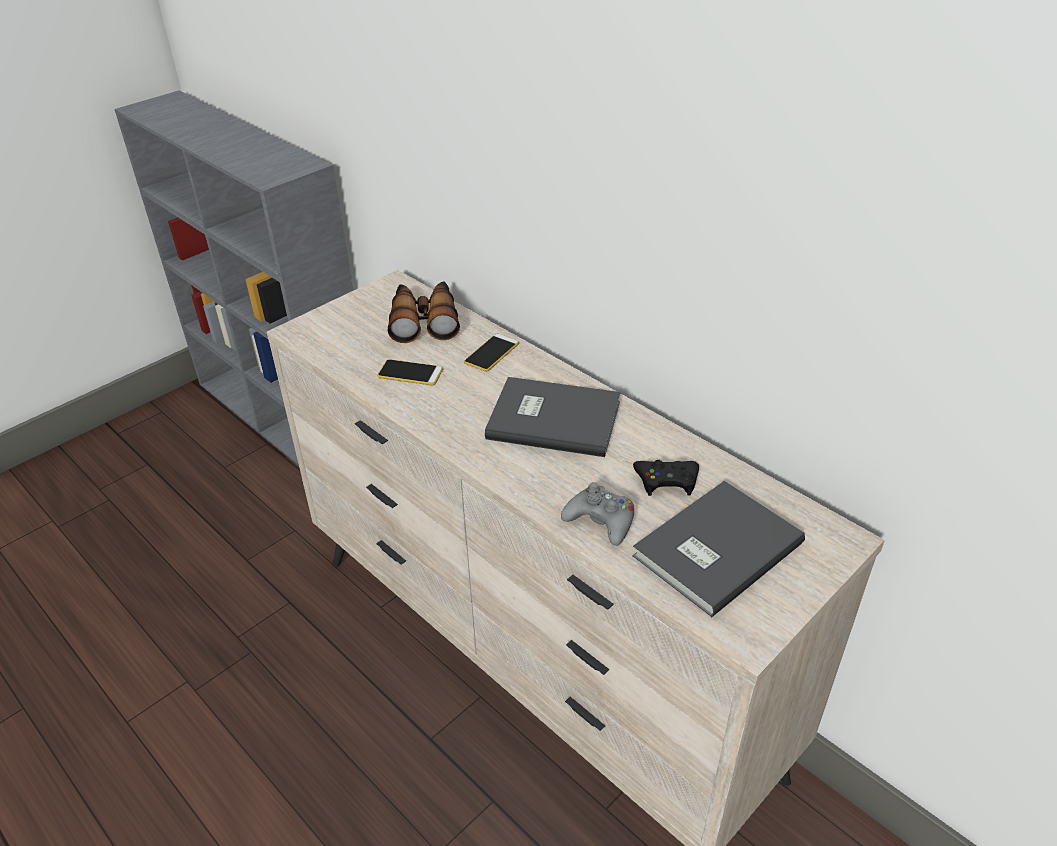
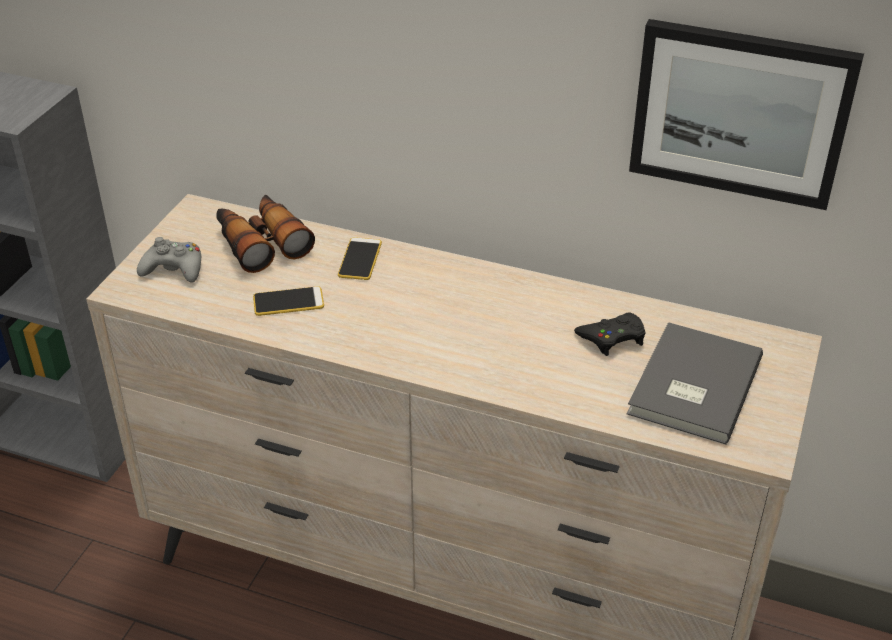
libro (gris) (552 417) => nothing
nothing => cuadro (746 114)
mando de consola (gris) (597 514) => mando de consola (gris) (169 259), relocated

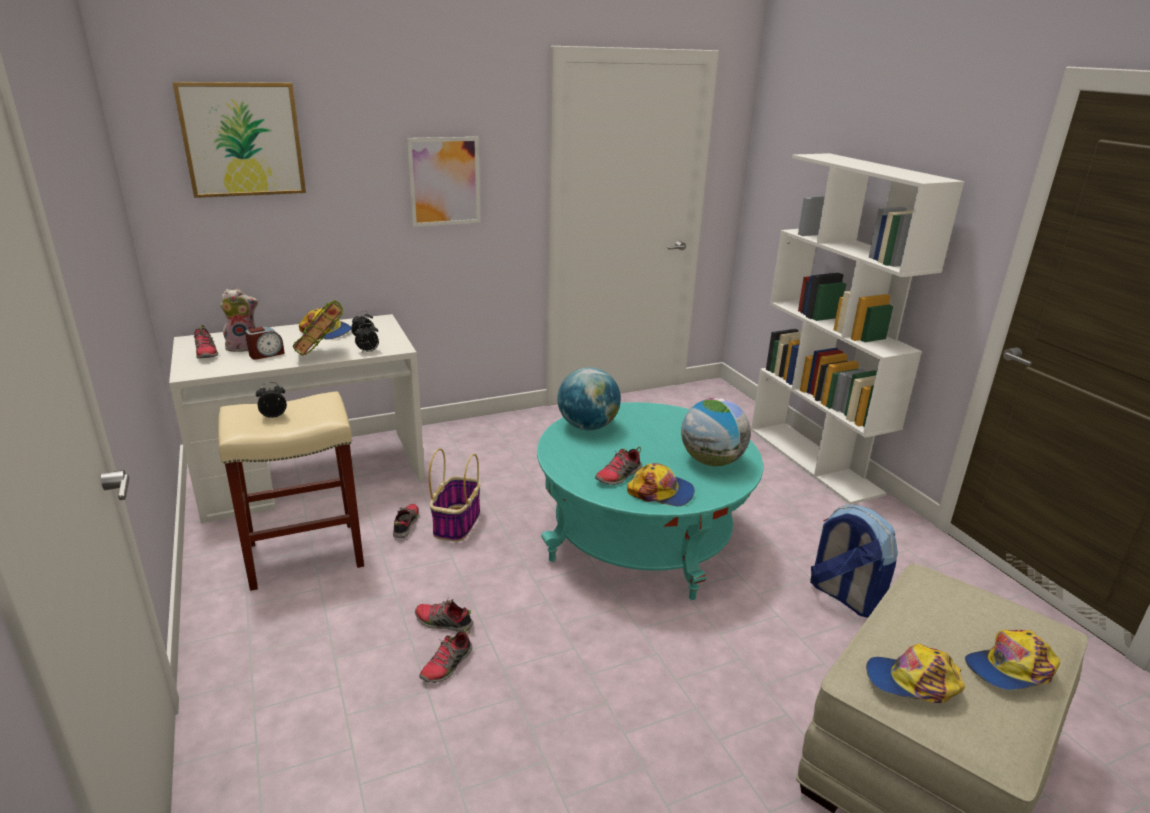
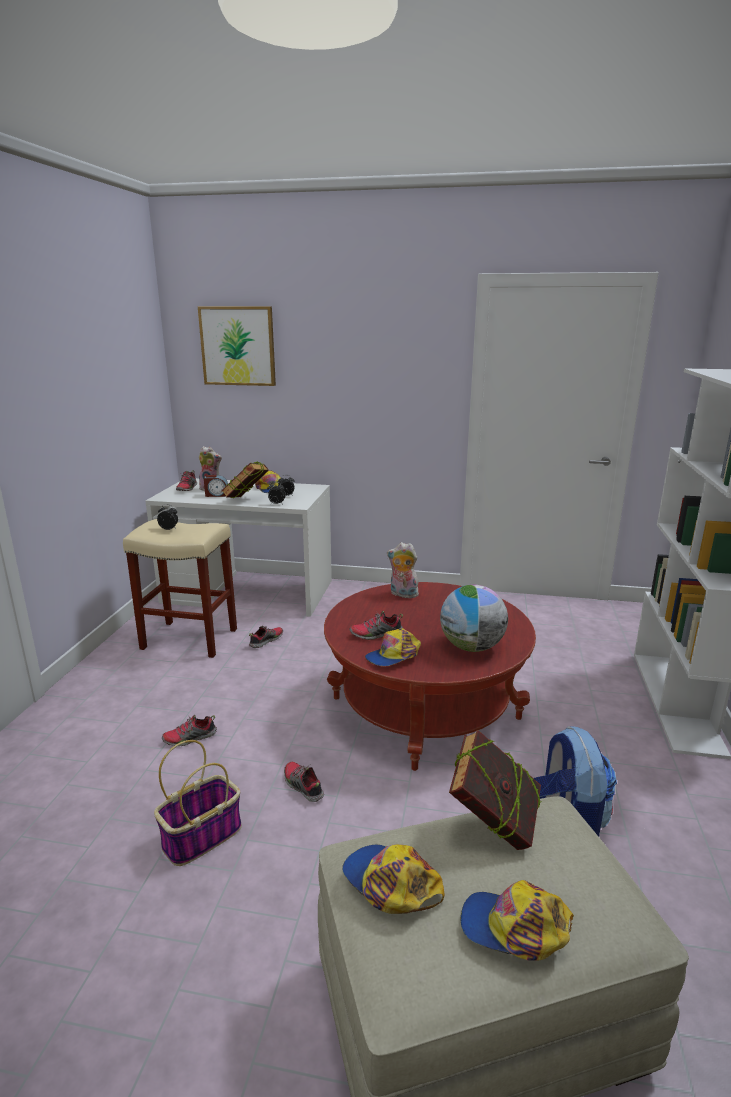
cuadro (444 182) => nothing
nothing => libro (495 789)
zapato (444 614) => zapato (304 782), relocated
cesta (454 495) => cesta (198 803), relocated
globo terráqueo (589 398) => peluche (403 570)
mesa de centro (turquesa) (650 501) => mesa de centro (rojo) (430 676)
gorra (661 485) => gorra (393 647), 90 degrees clockwise

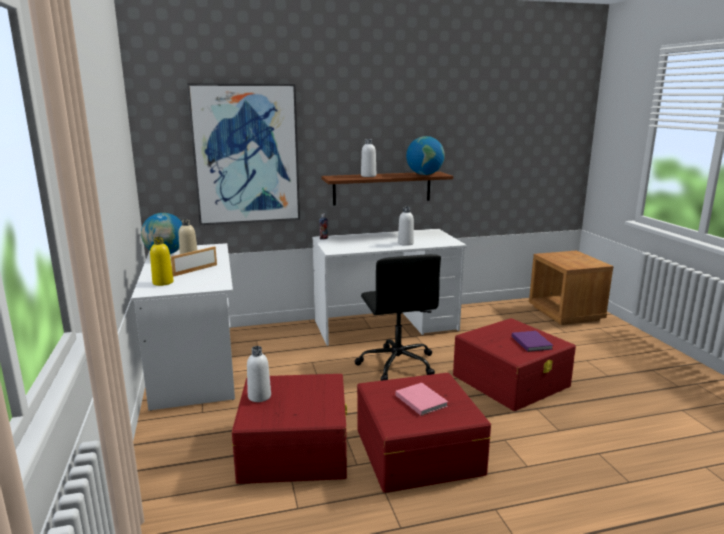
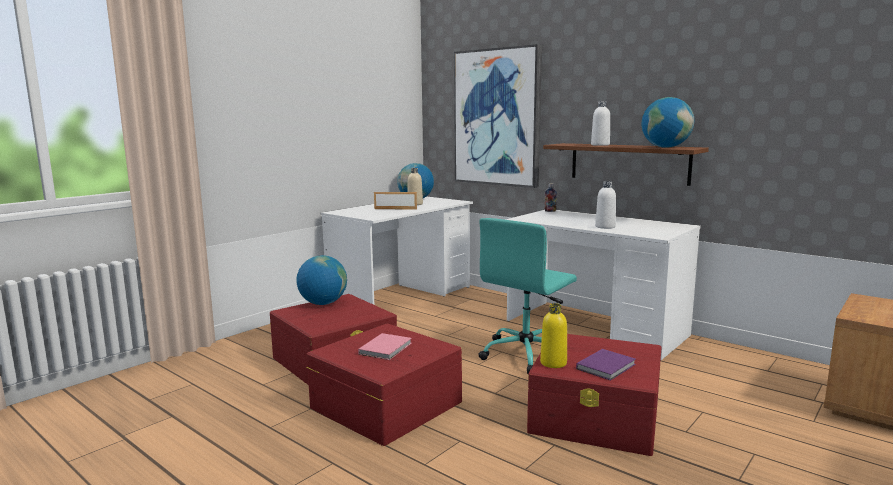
botella (amarillo) (162 261) => botella (amarillo) (553 335), relocated
botella (blanco) (259 374) => globo terráqueo (321 280)
silla de oficina (negro) (398 317) => silla de oficina (turquesa) (527 296)

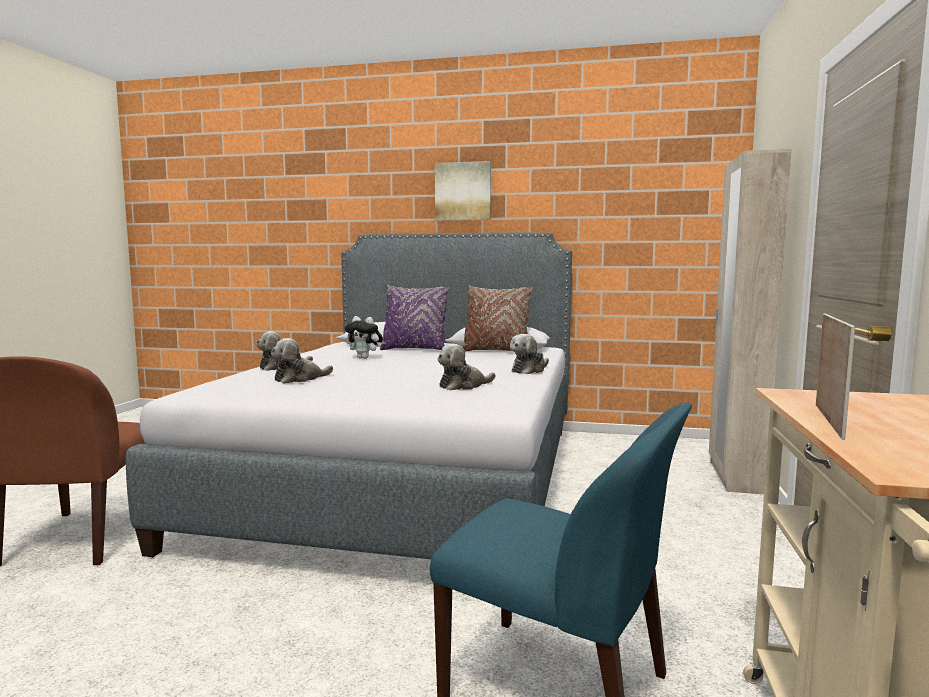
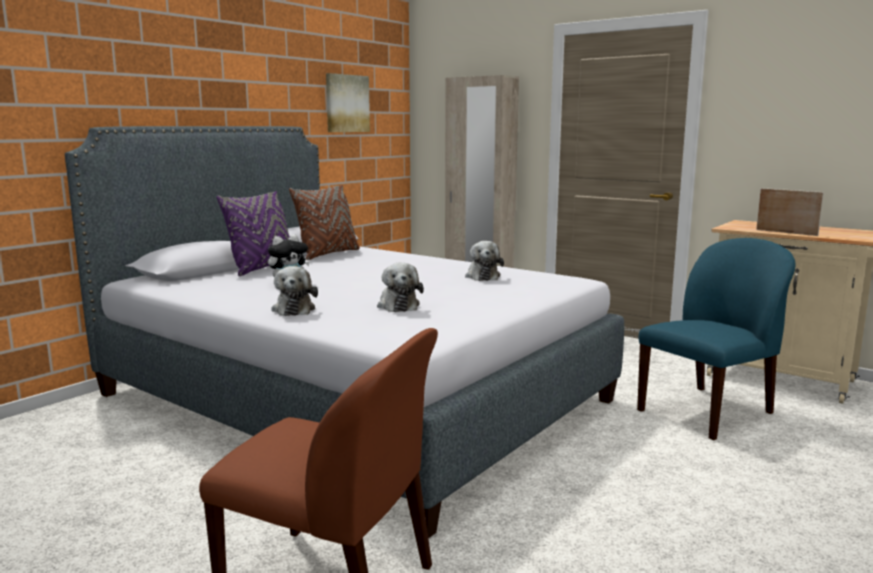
peluche (529 354) => nothing
cuadro (463 191) => cuadro (348 102), relocated

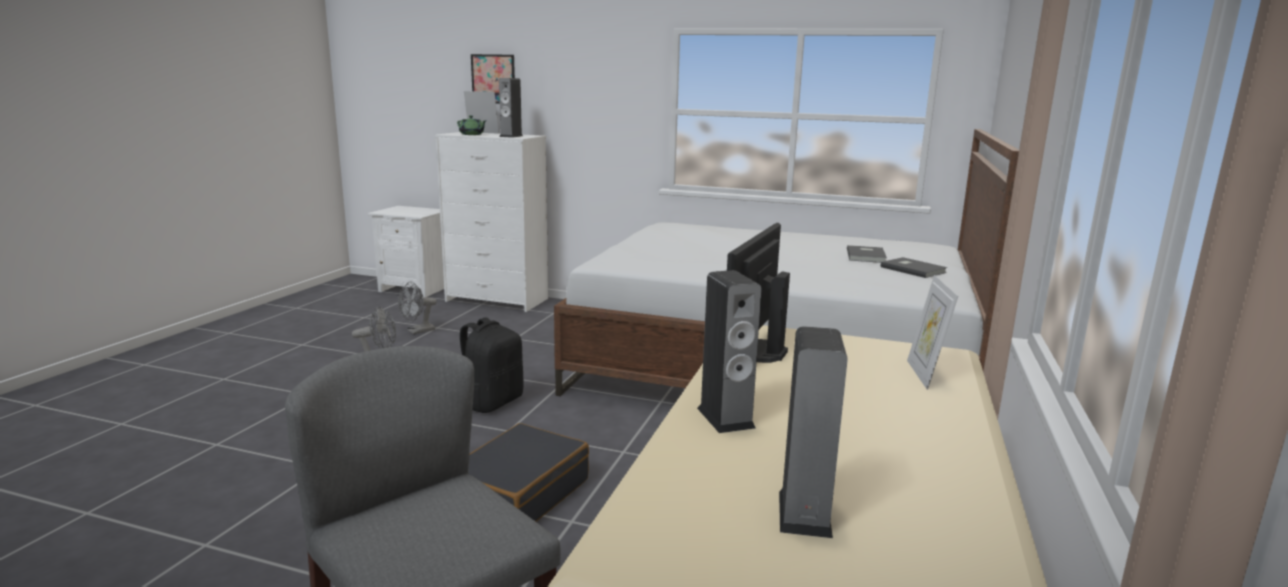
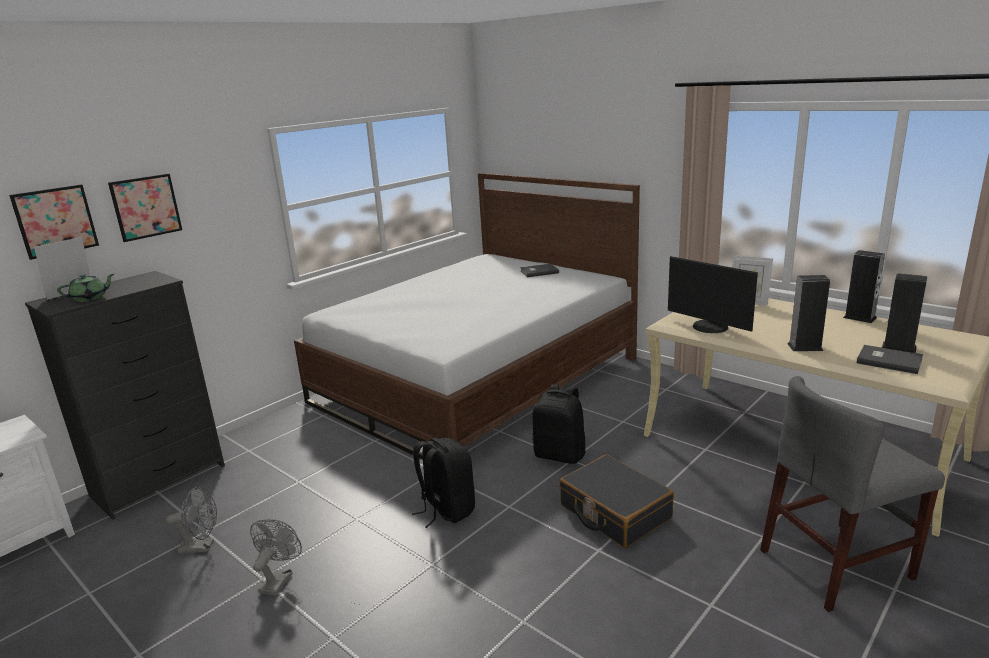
nothing => cuadro (145 208)
nothing => mochila (negro) (559 424)
altavoz (511 108) => altavoz (864 286), relocated
libro (gris) (867 254) => libro (gris) (890 359), relocated
cómoda (blanco) (491 222) => cómoda (negro) (125 395)
ventilador (gris) (417 307) => ventilador (gris) (191 520), 75 degrees counterclockwise

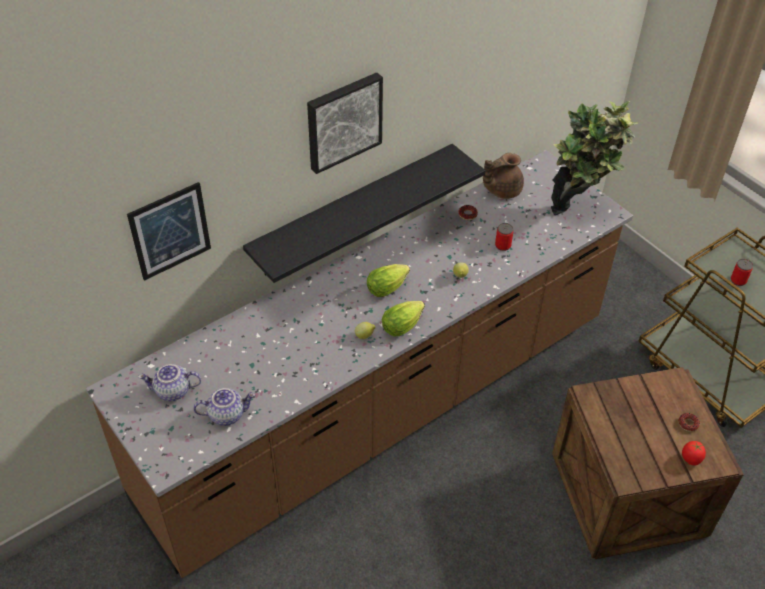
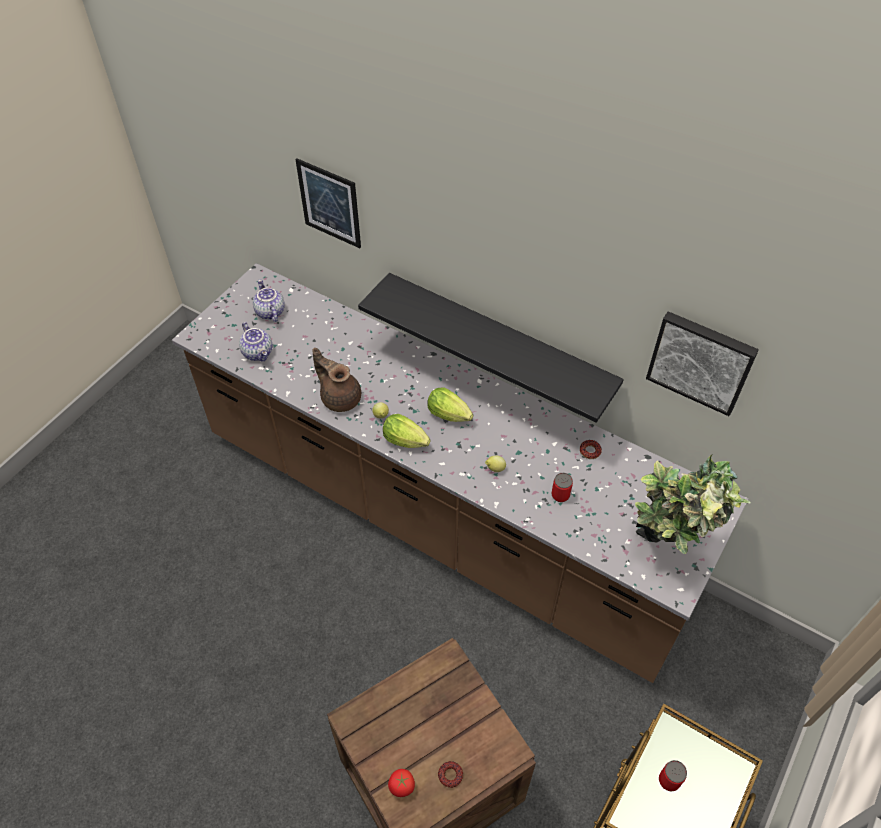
cuadro (345 123) => cuadro (702 363), relocated
tetera (marrón) (503 176) => tetera (marrón) (336 380), relocated

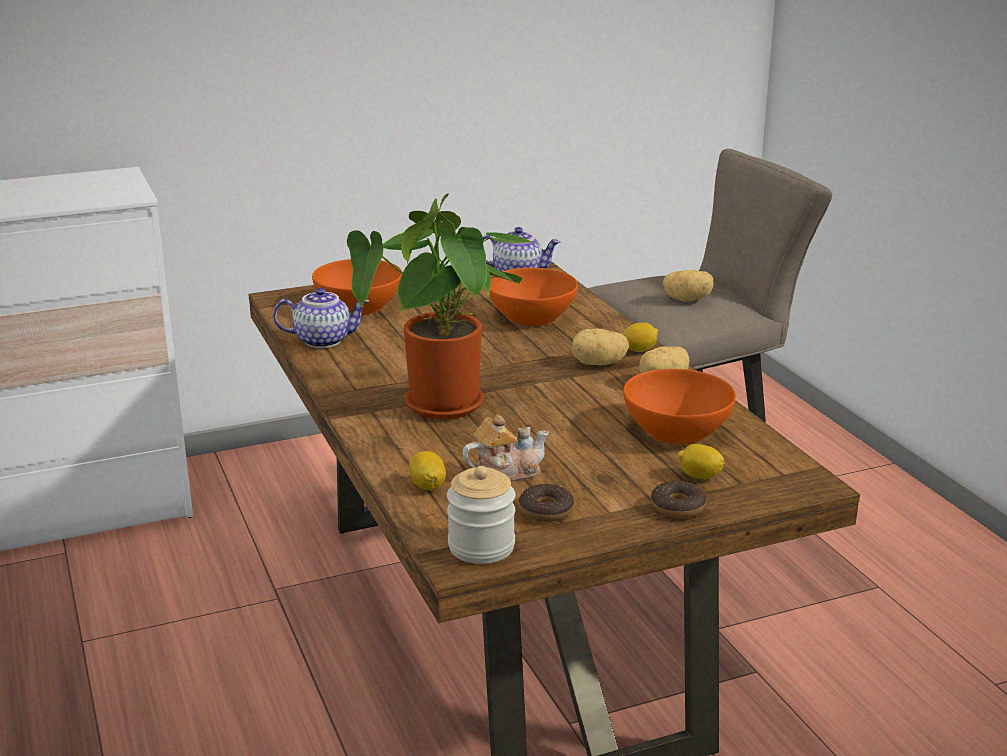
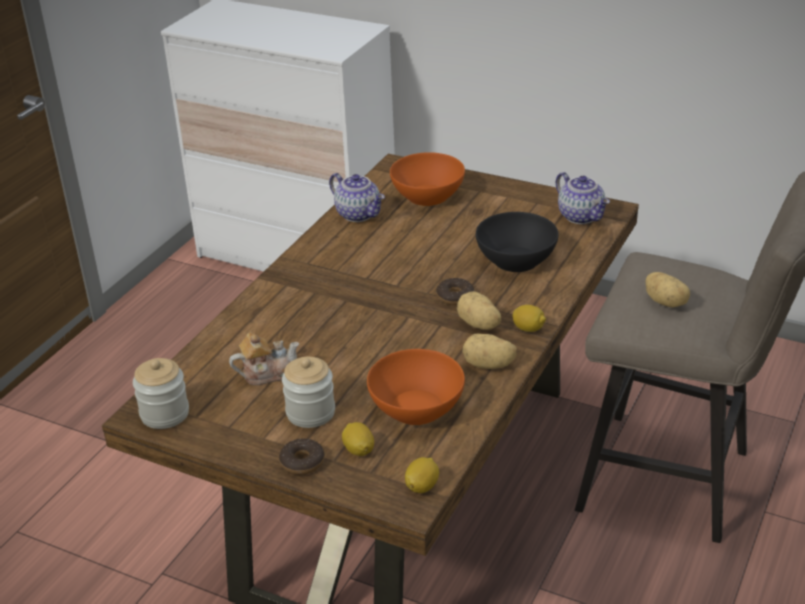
planta en maceta (442 306) => nothing
nothing => tarro (308 392)
limón (427 470) => limón (422 475), relocated
rosquilla (546 503) => rosquilla (455 291), relocated
cuenco (naranja) (533 297) => cuenco (negro) (517 242)
tetera (505 448) => tetera (264 358), 45 degrees counterclockwise

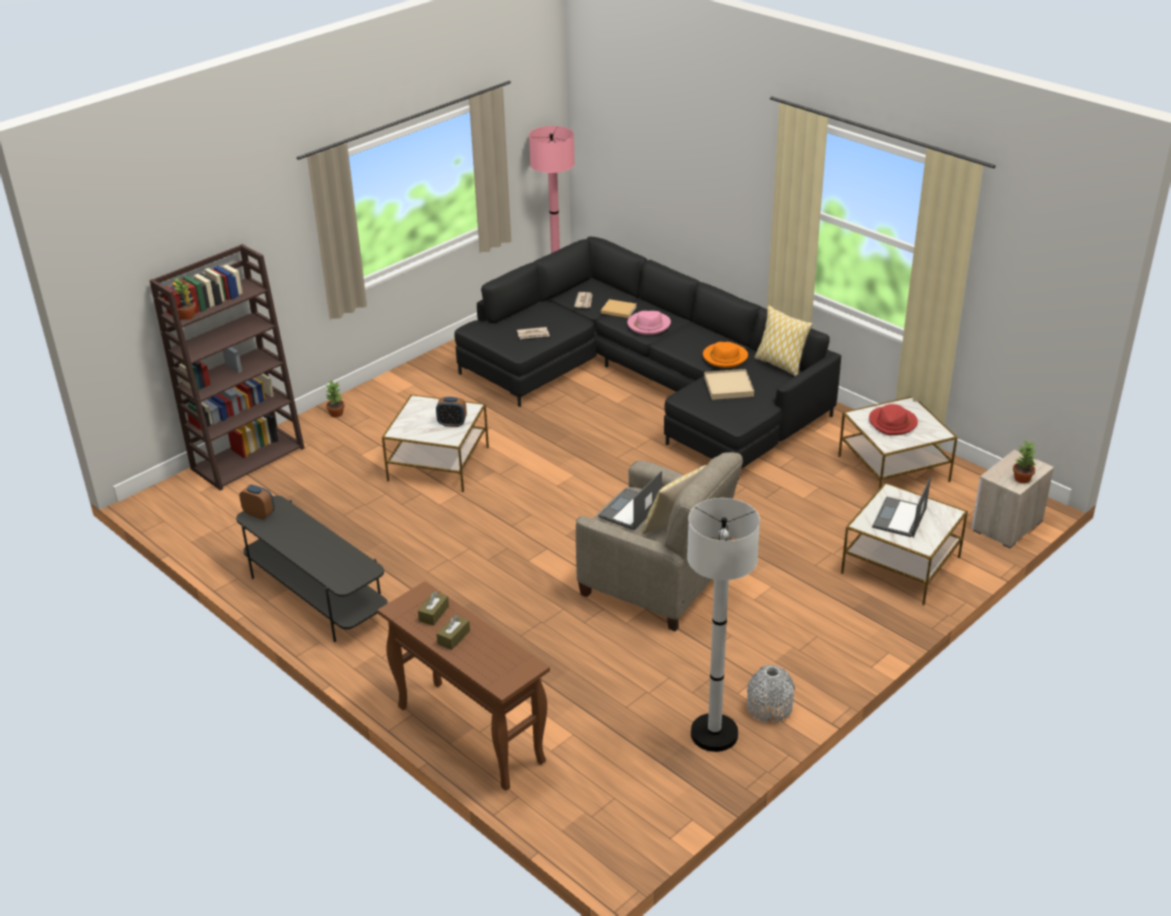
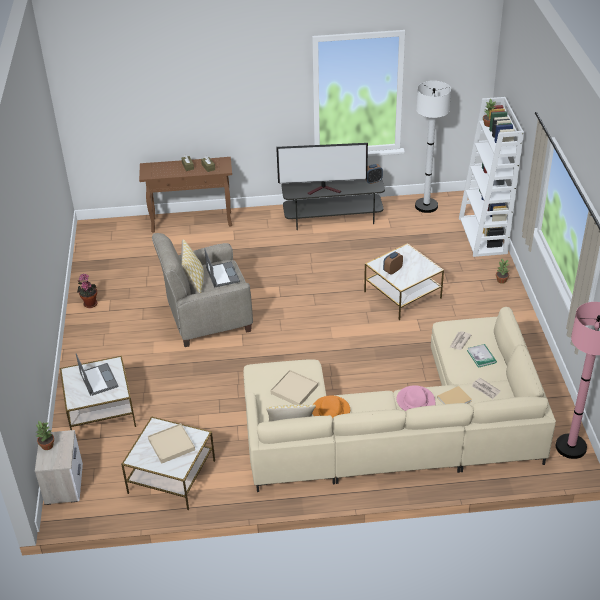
nothing => televisor (322 169)
nothing => libro (482 356)
lámpara de pie (blanco) (723 625) => lámpara de pie (blanco) (433 147), relocated
florero (gris) (771 694) => planta en maceta (87 291)
sombrero (rojo) (893 419) => bandeja (beis) (171 443)
estantería (marrón) (227 367) => estantería (blanco) (491 177)
sofá (negro) (648 358) => sofá (beis) (399 399)

